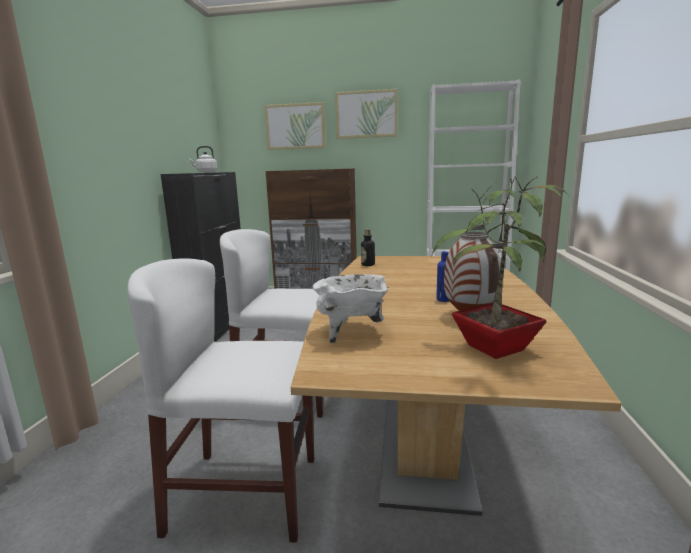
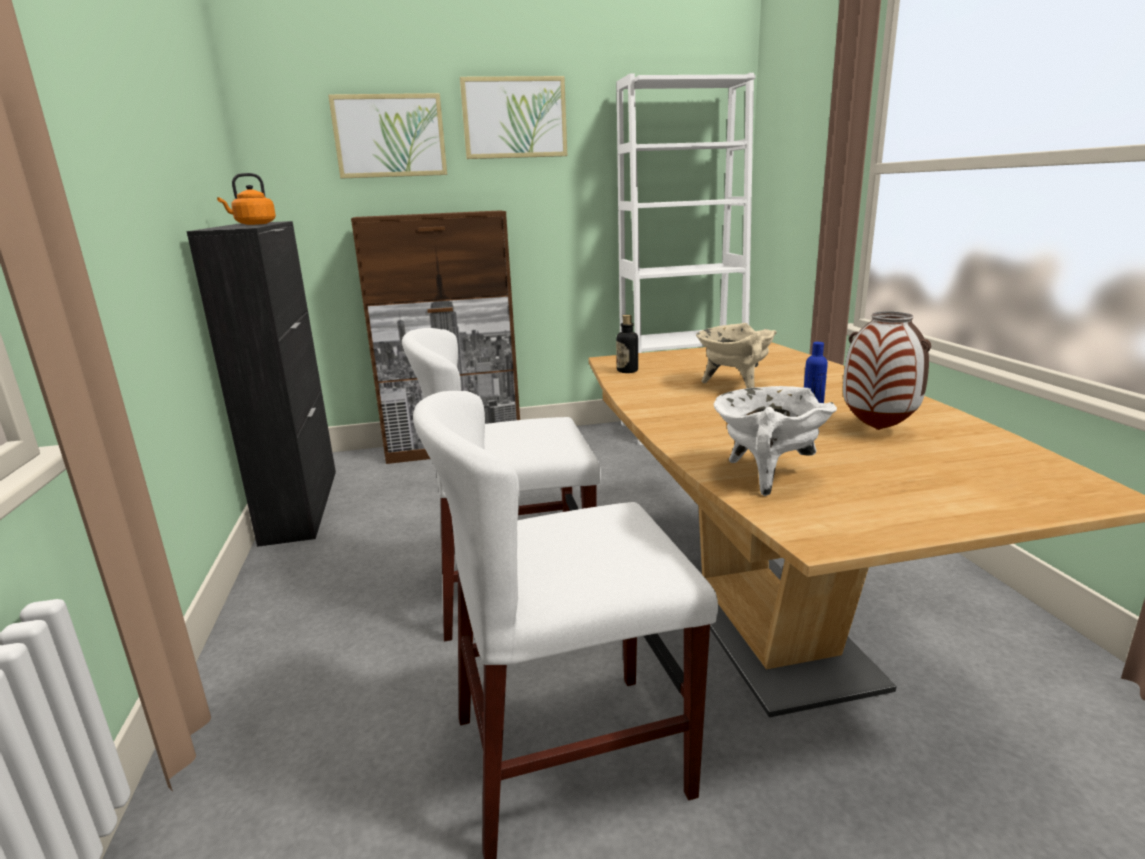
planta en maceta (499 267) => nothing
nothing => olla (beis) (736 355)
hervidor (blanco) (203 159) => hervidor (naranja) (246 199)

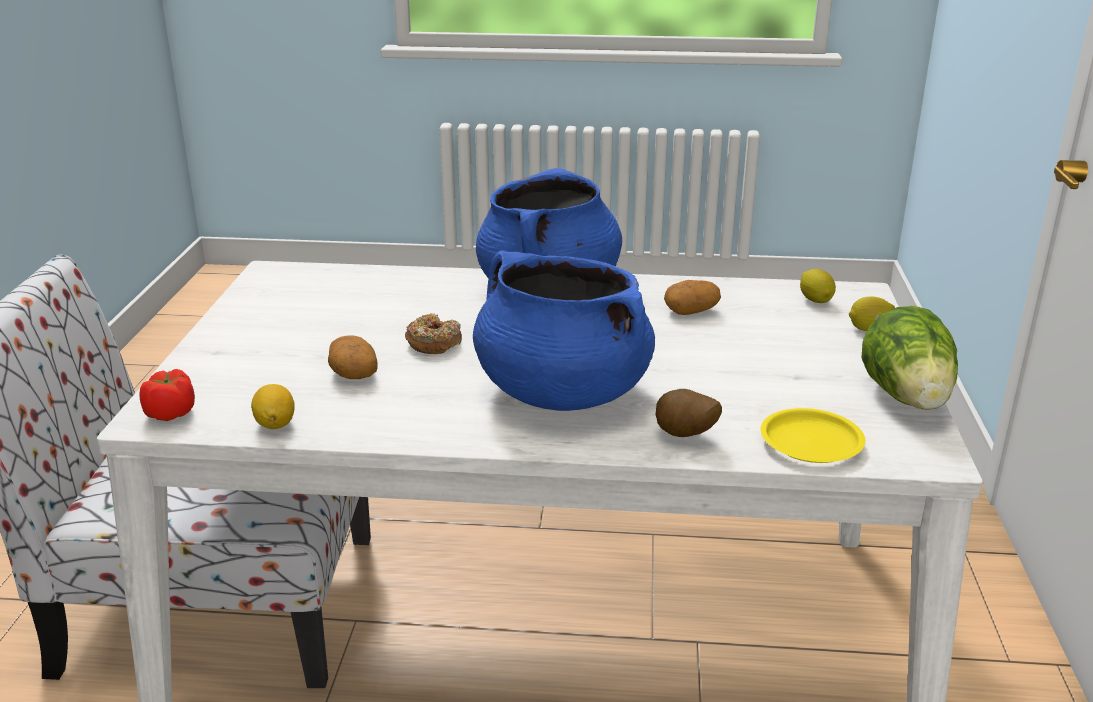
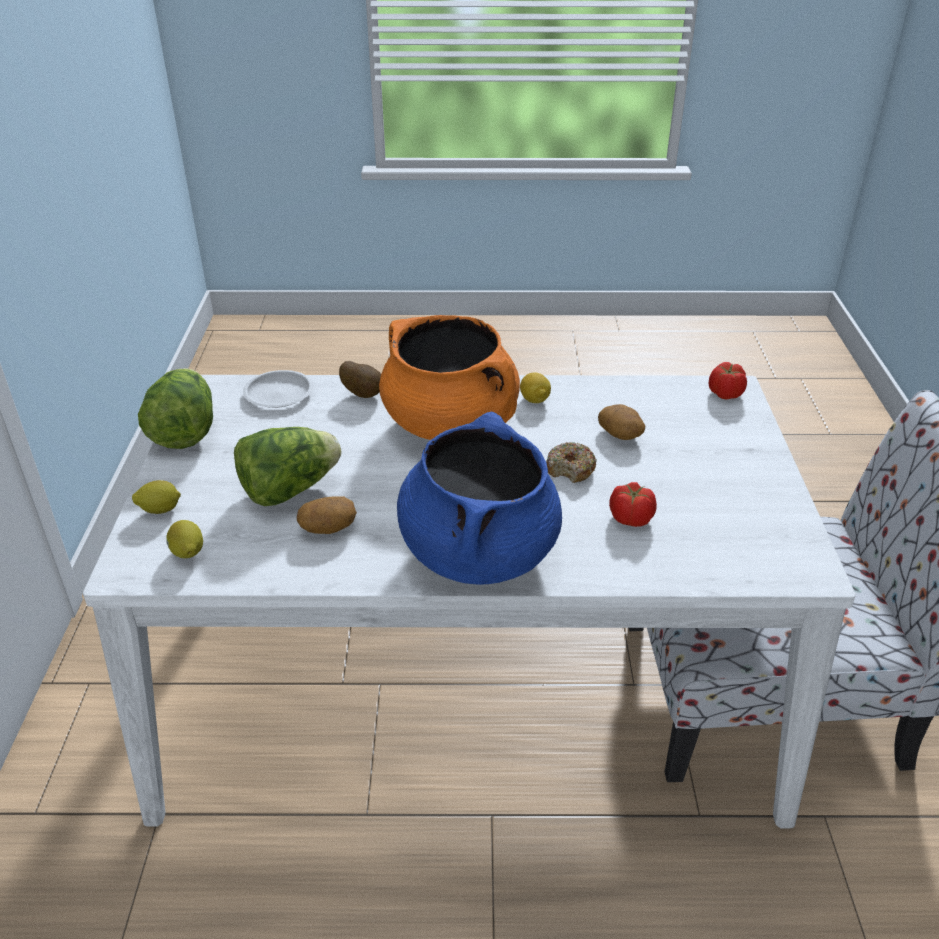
nothing => lechuga (287 466)
nothing => tomate (633 504)
limón (273 406) => limón (535 387), relocated
olla (azul) (564 331) => olla (naranja) (449 377)
plato (amarillo) (813 435) => plato (blanco) (278 389)

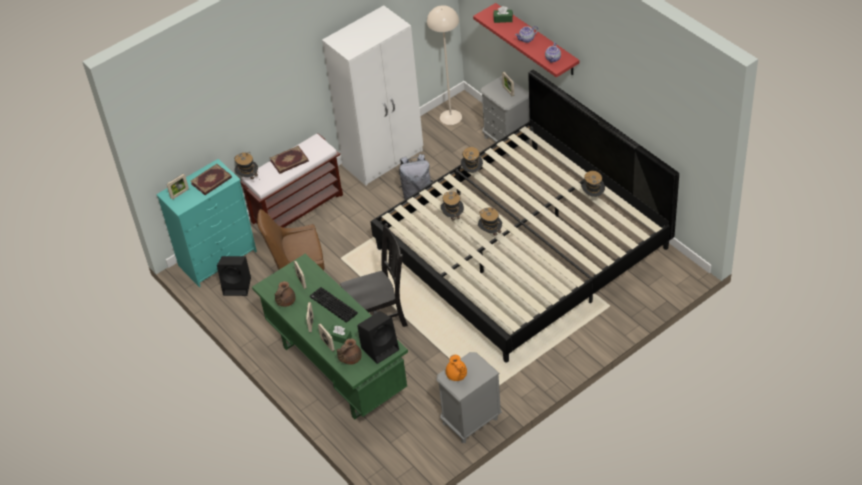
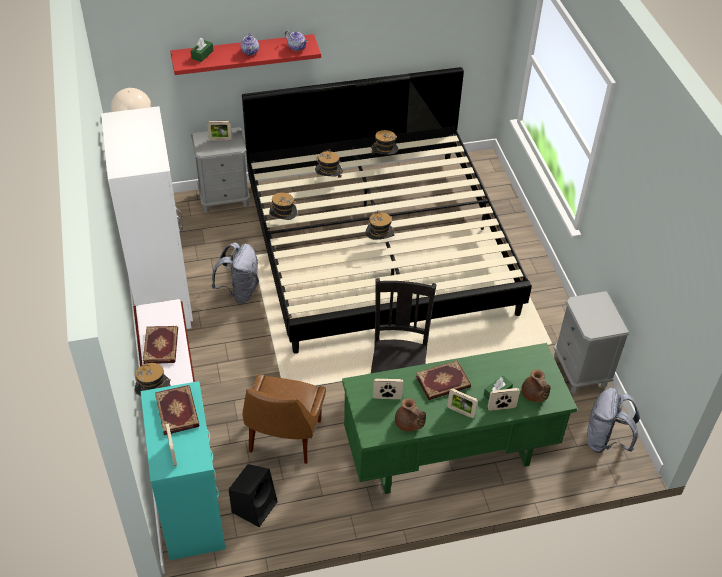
altavoz (negro) (378 337) => nothing
tetera (naranja) (456 368) => nothing
nothing => mochila (gris) (613 420)
sombrero (452 206) => sombrero (329 163), relocated
teclado (334 305) => libro (443 380)

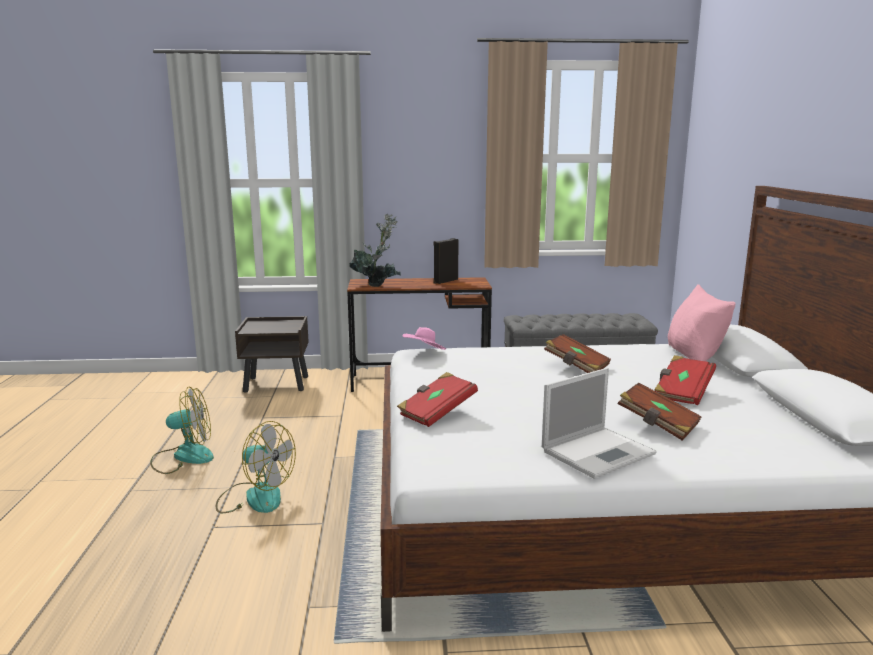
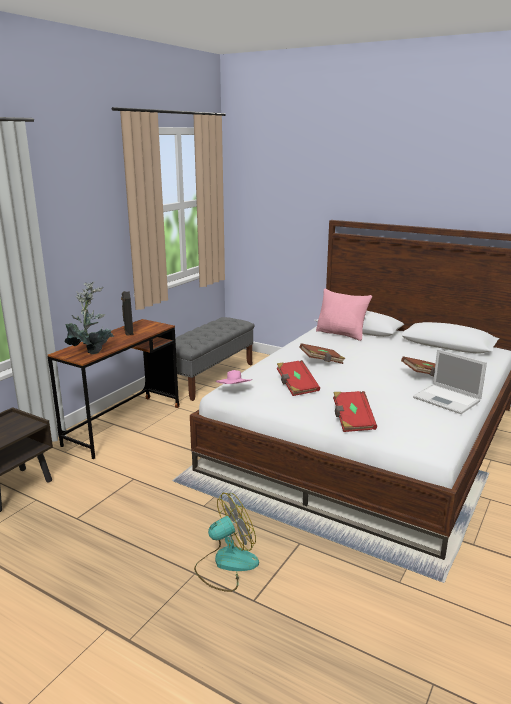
ventilador (182 430) => nothing
libro (rojo) (685 380) => libro (rojo) (298 378), relocated
portátil (599 423) => portátil (450 381), 135 degrees clockwise

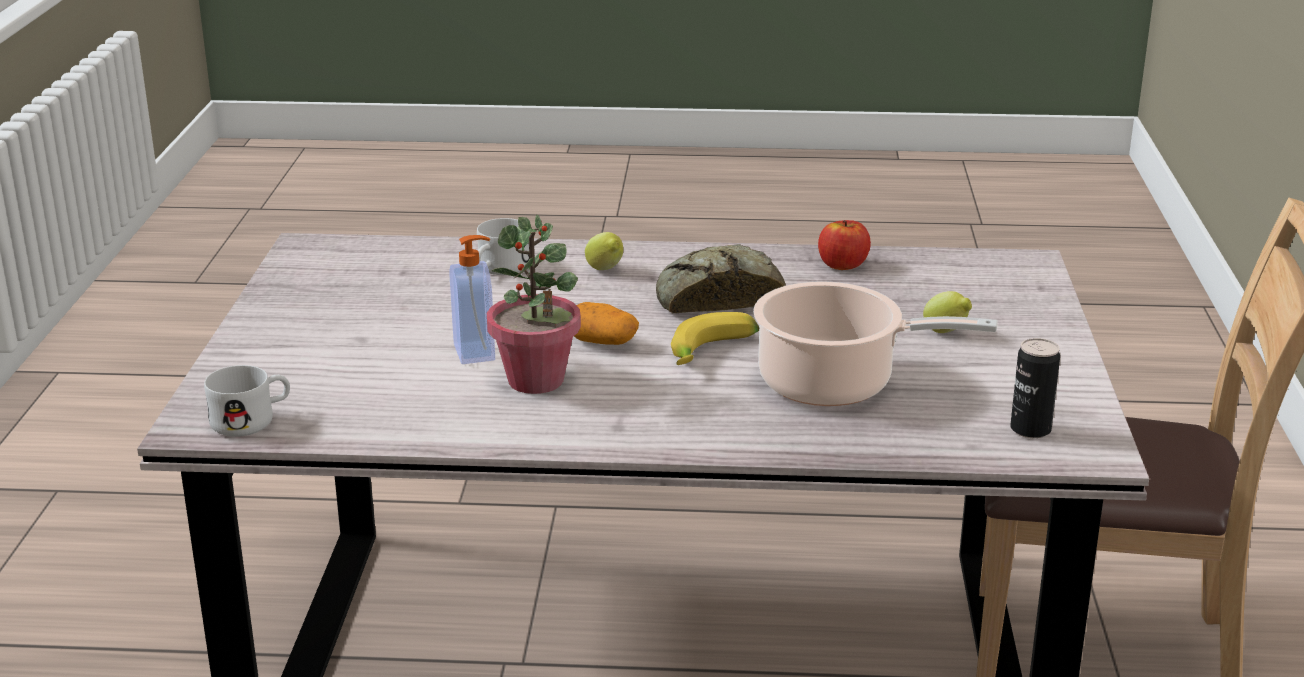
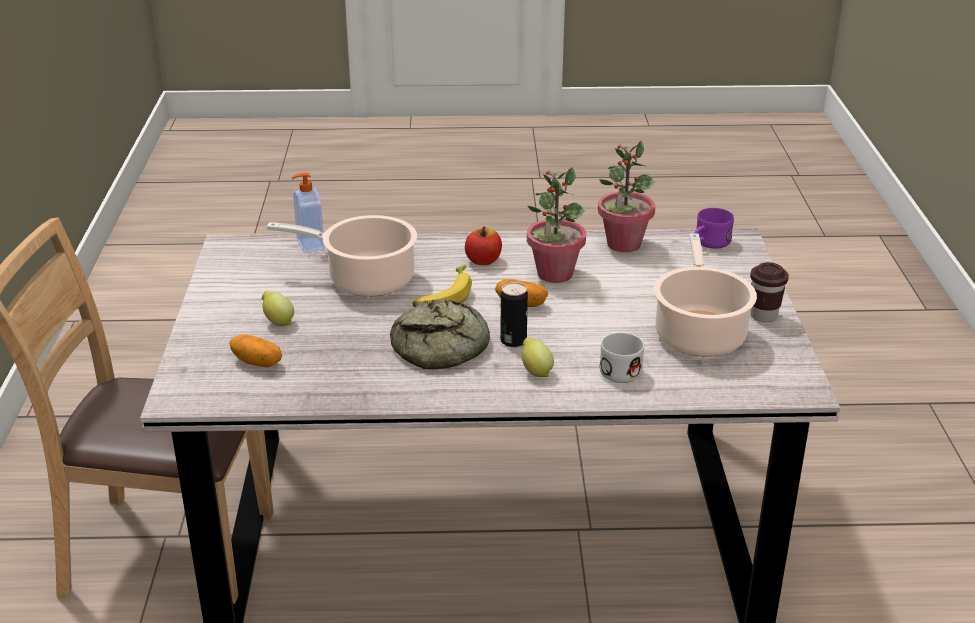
nothing => patata (255 350)
nothing => planta en maceta (626 196)
nothing => olla (705 295)
nothing => taza (marrón) (769 292)
dispensador de jabón (472 299) => dispensador de jabón (308 213), relocated
manzana (844 245) => manzana (483 245), relocated
lata (1035 388) => lata (514 314), relocated
taza grande (blanco) (247 401) => taza grande (morado) (714 228)

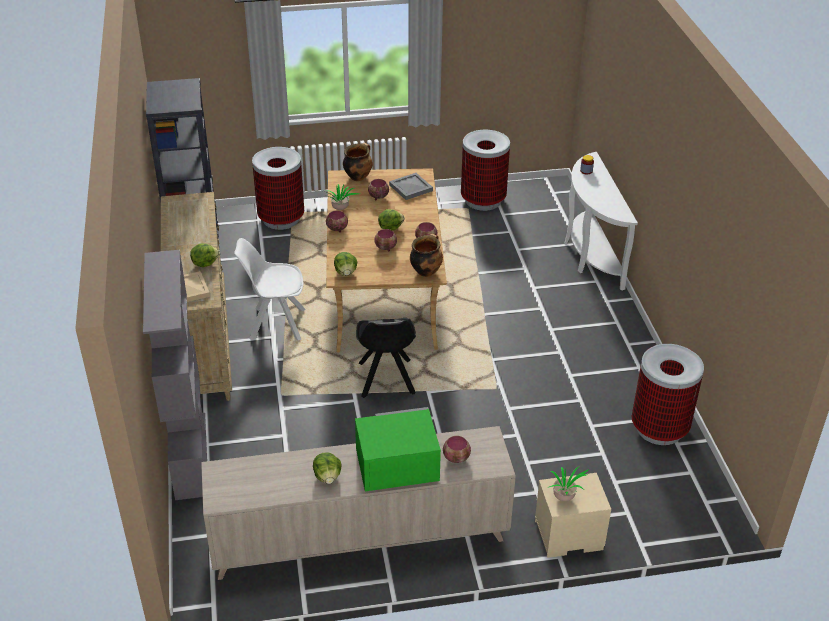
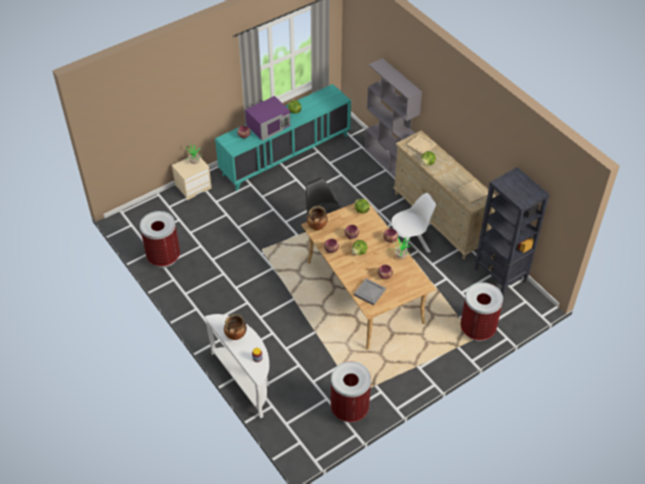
nothing => bandeja (beis) (473 192)
olla (357 162) => olla (235 327), relocated
armario (beis) (358 503) => armario (turquesa) (283 137)
microondas (verde) (398 449) => microondas (morado) (267 118)

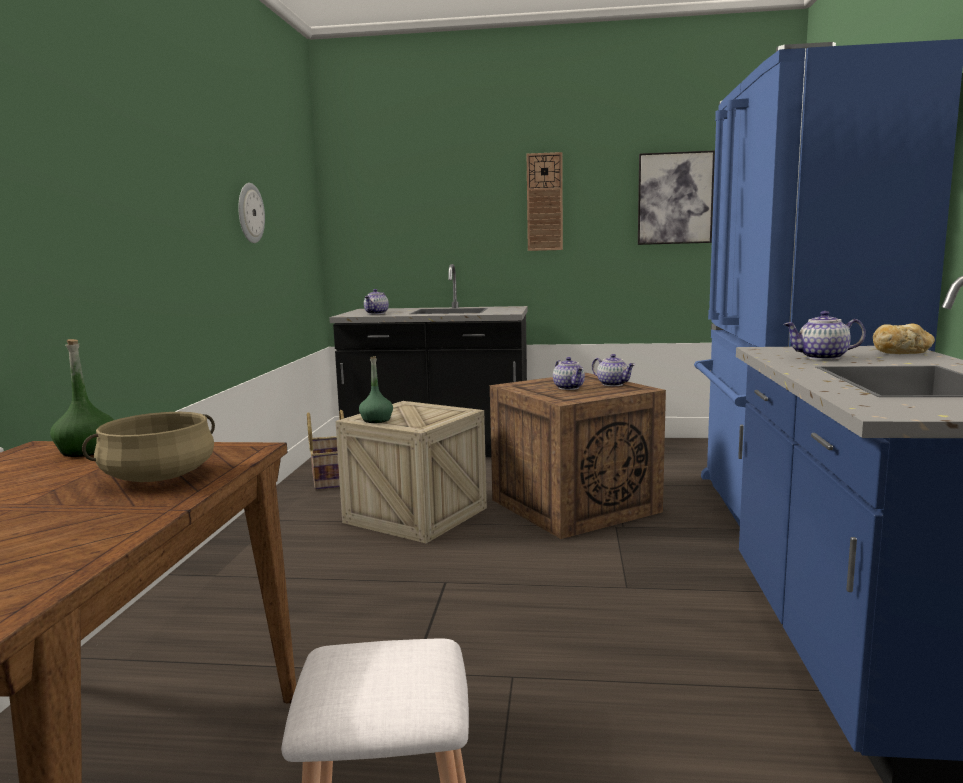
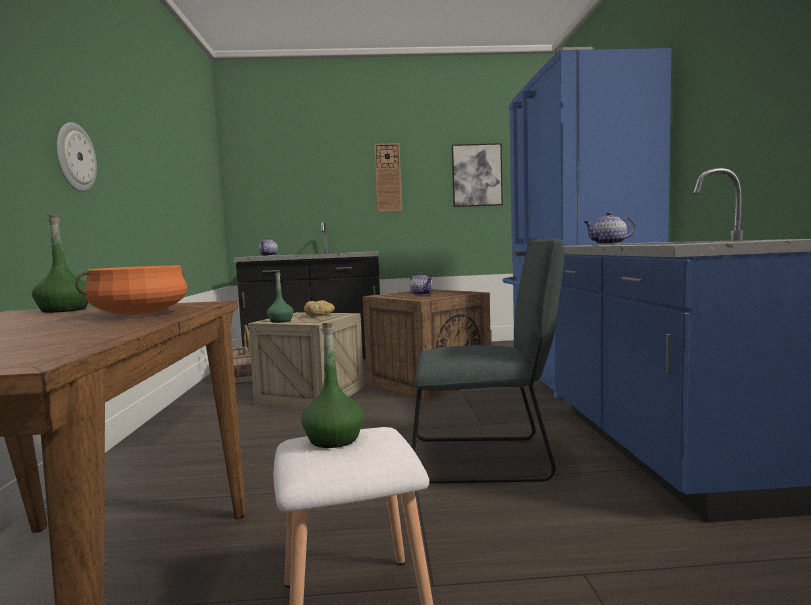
tetera (613 370) => nothing
nothing => botella (verde) (332 385)
nothing => silla (gris) (488 361)
reloj de pared (251 213) => reloj de pared (76 157), relocated
pan (904 339) => pan (319 308), relocated
olla (beis) (148 447) => olla (naranja) (131 290)

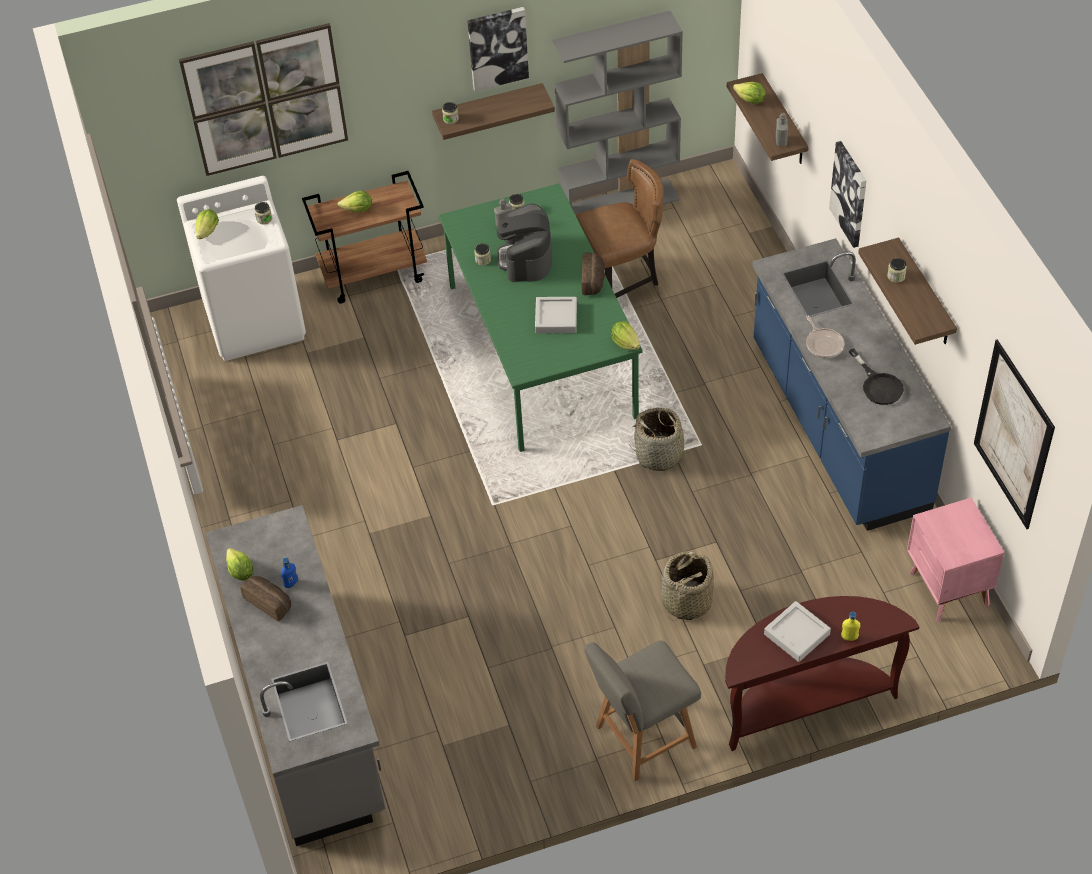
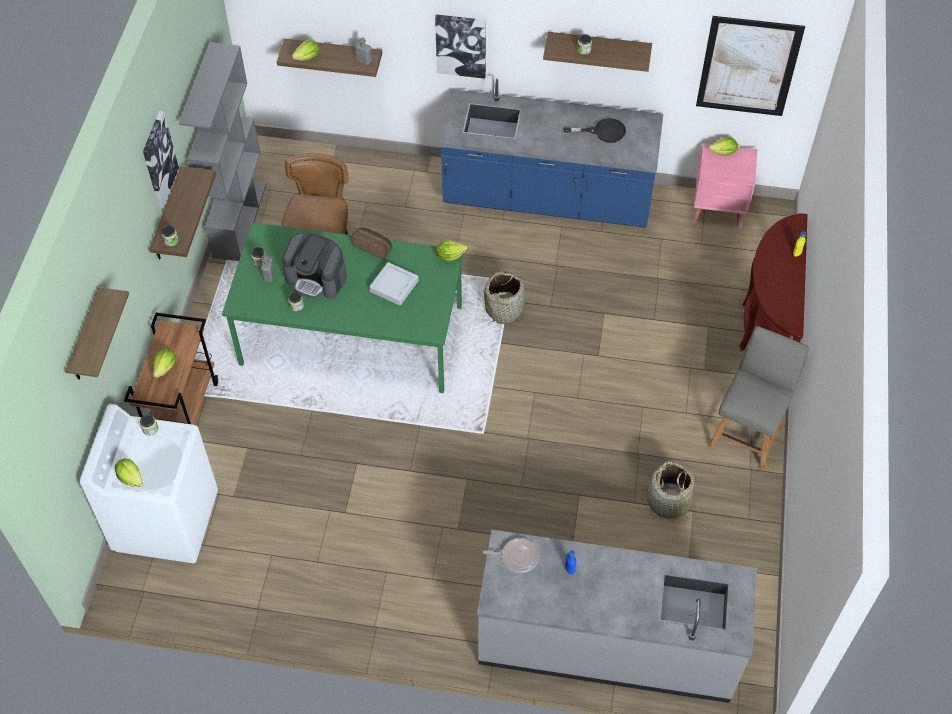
pan (265 598) => nothing
bandeja (gris) (797 631) => nothing
lechuga (240 564) => lechuga (723 146), relocated
cesta (688 586) => cesta (670 490), relocated
sartén (825 337) => sartén (511 555), relocated
cuadro (263 99) => estante (97 333)
silla (gris) (642 711) => silla (gris) (758 398), 150 degrees counterclockwise

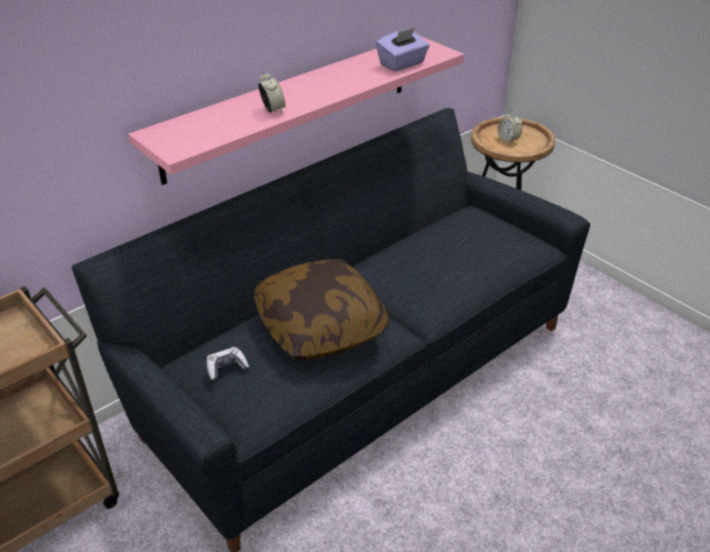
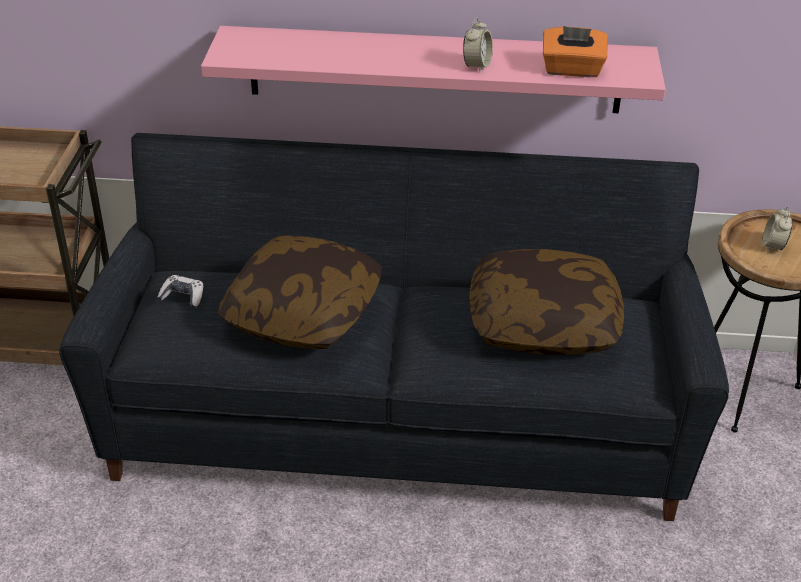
nothing => cojín (546 302)
despertador (272 92) => despertador (478 44), relocated
caja de pañuelos (morado) (403 49) => caja de pañuelos (naranja) (575 51)

